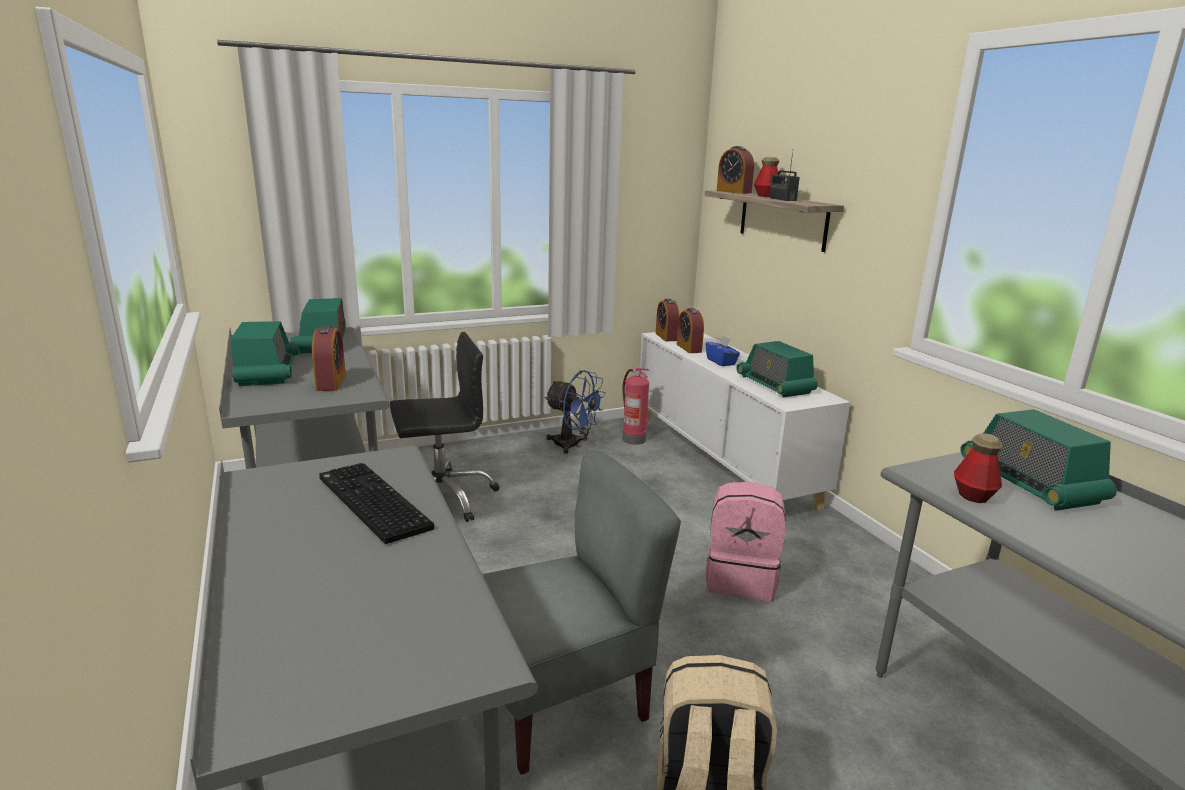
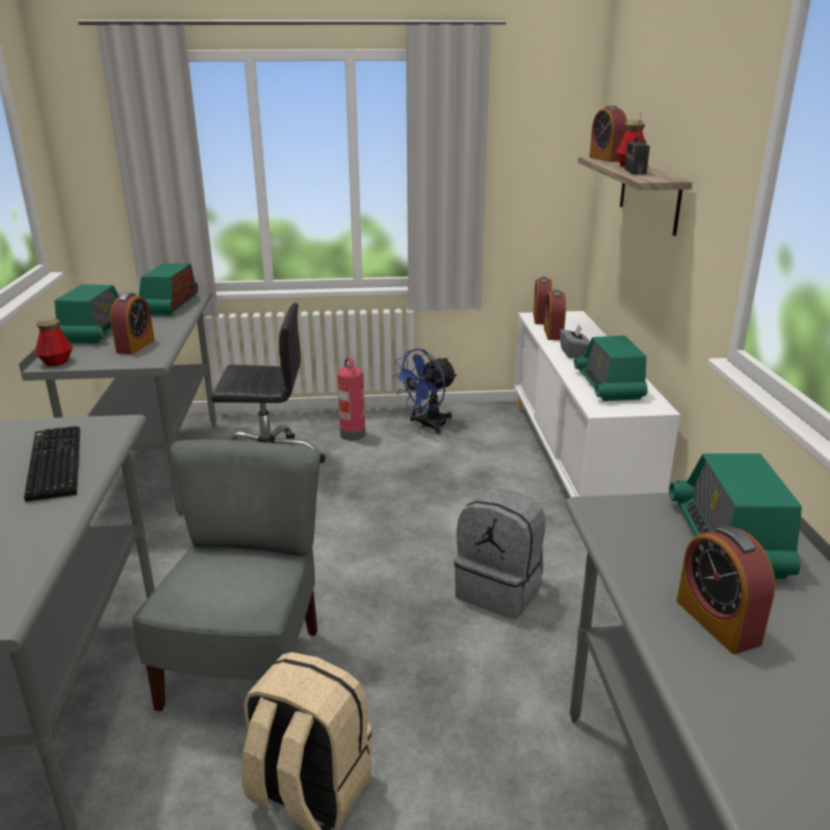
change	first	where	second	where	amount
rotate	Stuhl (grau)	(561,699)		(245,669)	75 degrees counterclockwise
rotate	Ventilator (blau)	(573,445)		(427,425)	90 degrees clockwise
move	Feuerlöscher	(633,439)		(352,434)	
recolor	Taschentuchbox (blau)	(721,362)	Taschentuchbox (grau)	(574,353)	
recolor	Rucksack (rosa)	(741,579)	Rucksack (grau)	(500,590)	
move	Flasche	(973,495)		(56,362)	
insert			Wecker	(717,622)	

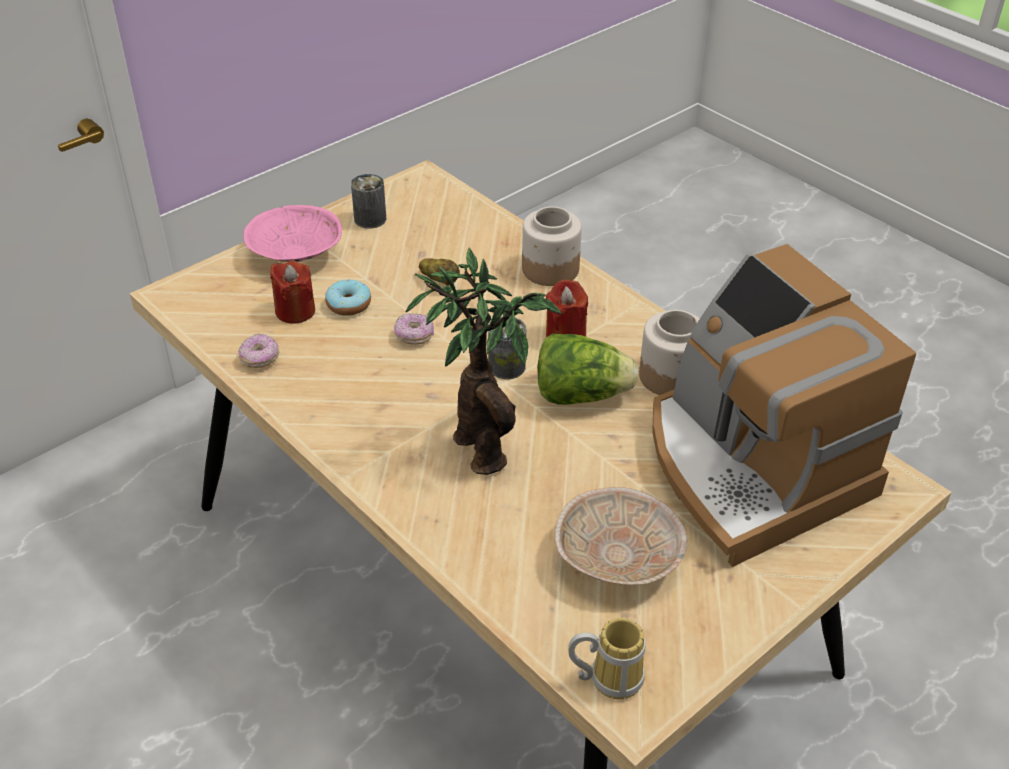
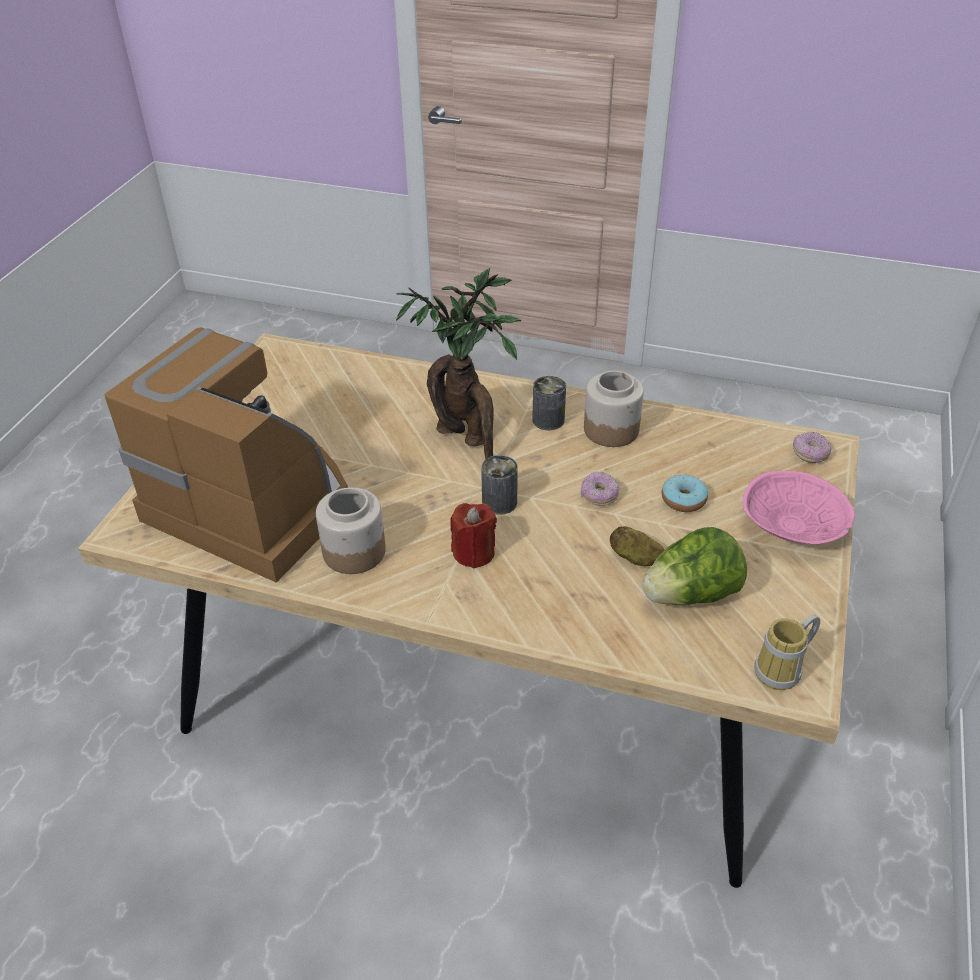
change	first	where	second	where	amount
move	Donut	(260,359)		(810,454)	
delete	Kerze (rot)	(295,311)			
move	Dose	(370,219)		(548,420)	
move	Vorratsglas	(549,269)		(611,429)	
move	Salatkopf	(581,395)		(691,595)	
delete	Schüssel (beige)	(619,558)			
move	Henkelbecher	(608,676)		(783,672)	

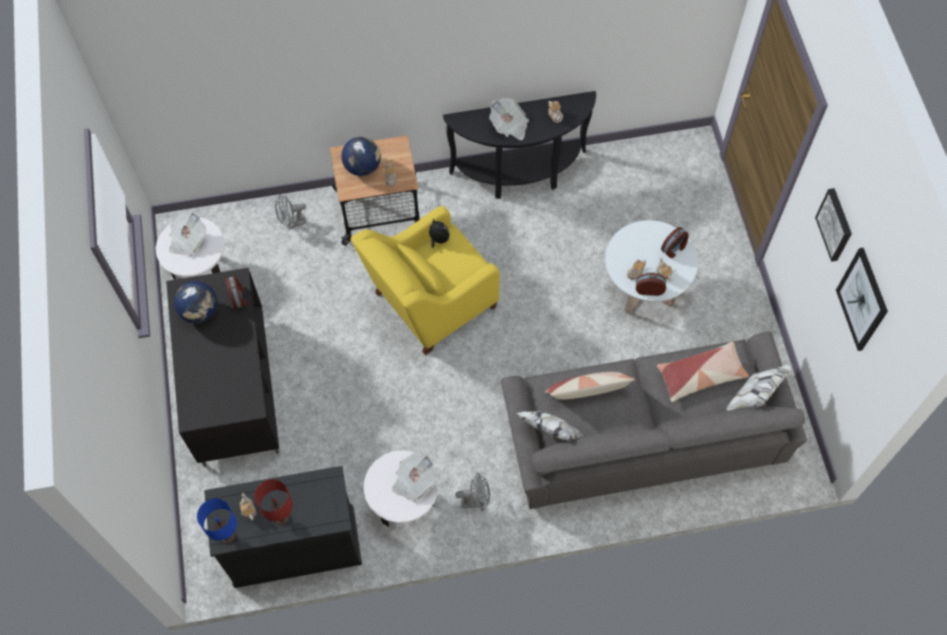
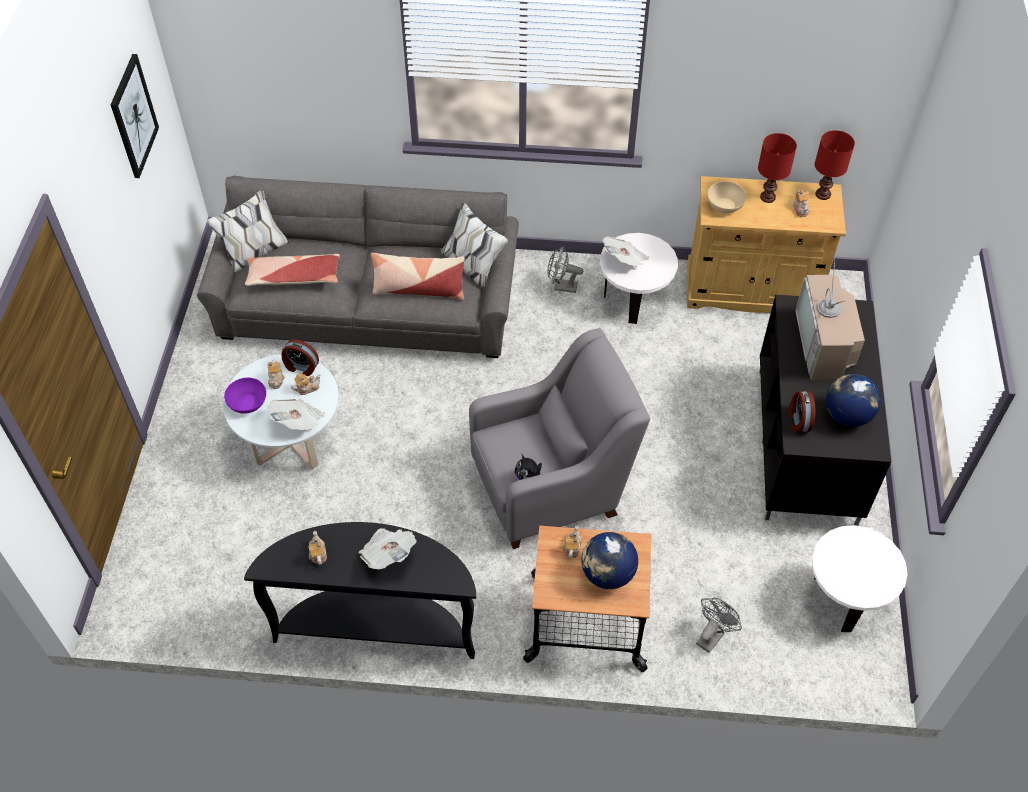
change	first	where	second	where	amount
move	Zeitung	(188,240)		(298,422)	
recolor	Tischlampe (blau)	(228,536)	Tischlampe (rot)	(822,194)	
recolor	Schrank (schwarz)	(294,546)	Schrank (beige)	(751,289)	
rotate	Ventilator (grau)	(292,223)		(712,635)	45 degrees counterclockwise
recolor	Sessel (gelb)	(430,303)	Sessel (grau)	(552,486)	
replace	Wecker	(674,248)	Schüssel (lila)	(247,403)	
delete	Bild	(836,224)			
insert			Schüssel (beige)	(725,205)	
insert			Fernseher	(824,345)	

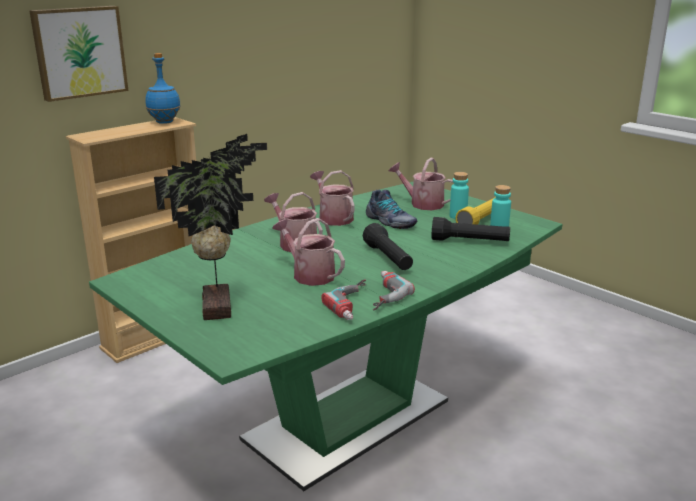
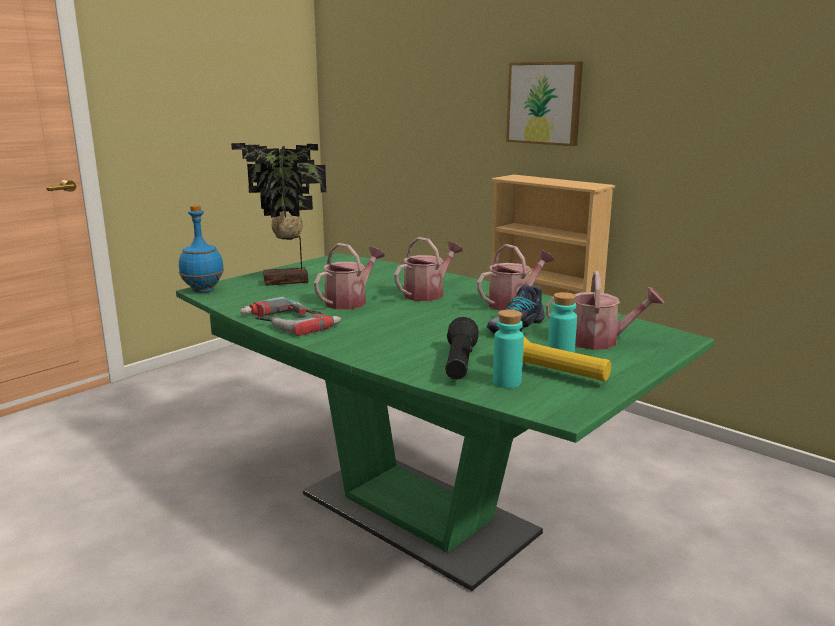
change	first	where	second	where	amount
move	Flasche (blau)	(164,122)		(202,290)	
delete	Taschenlampe (schwarz)	(388,259)			
rotate	Gießkanne	(422,204)		(600,341)	75 degrees clockwise

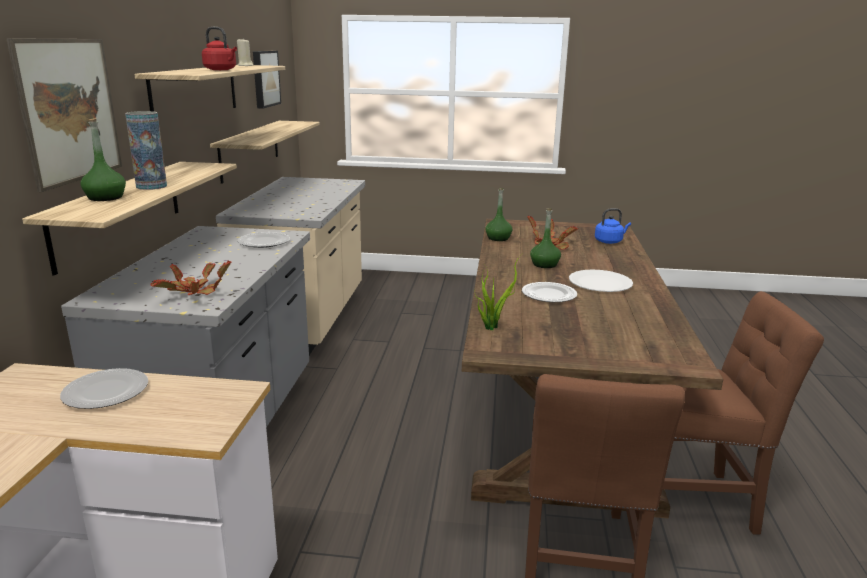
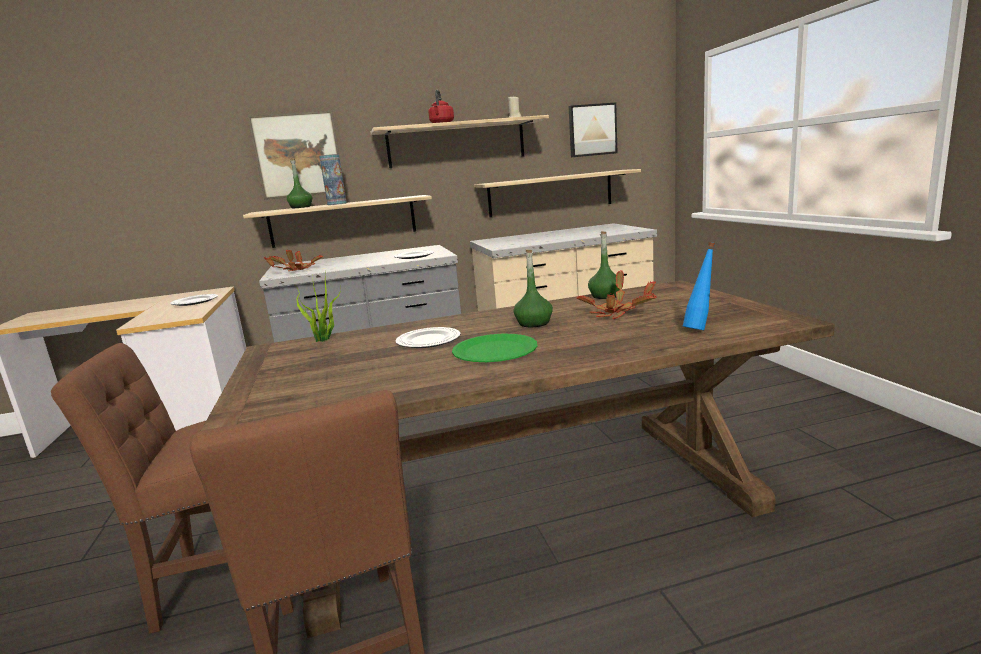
change	first	where	second	where	amount
recolor	Teller (weiß)	(600,283)	Teller (grün)	(495,351)	
replace	Wasserkessel (blau)	(609,241)	Flasche (blau)	(700,328)	

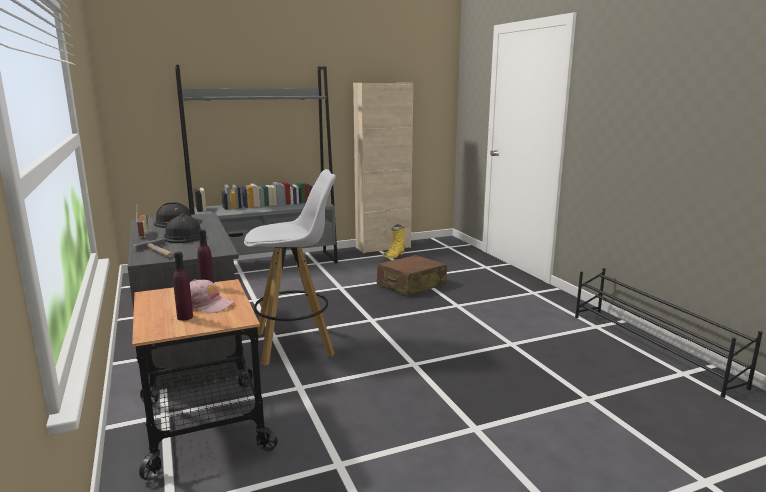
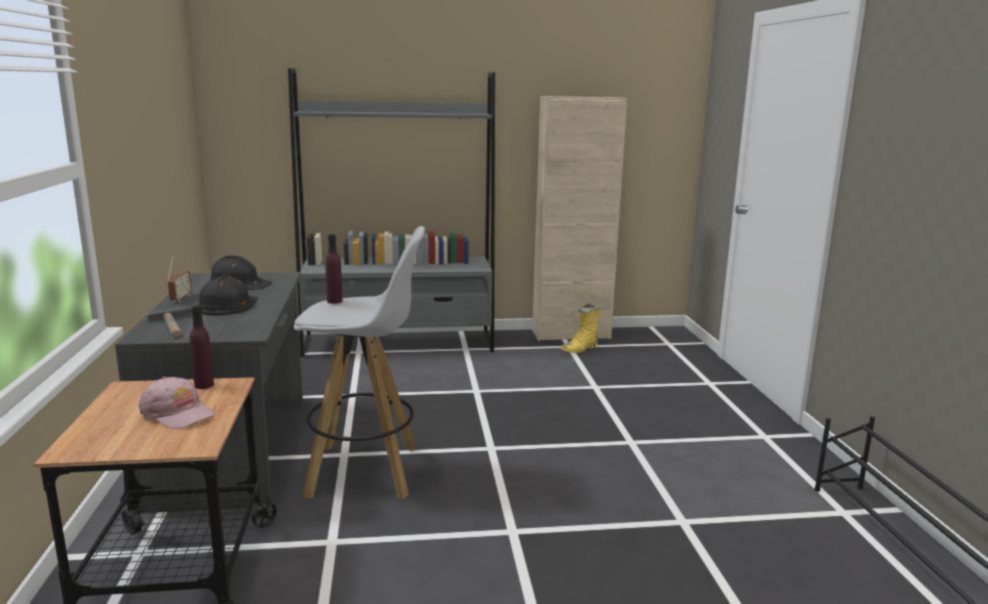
change	first	where	second	where	amount
move	Flasche (lila)	(185,317)		(334,301)	
delete	Koffer (braun)	(411,285)			

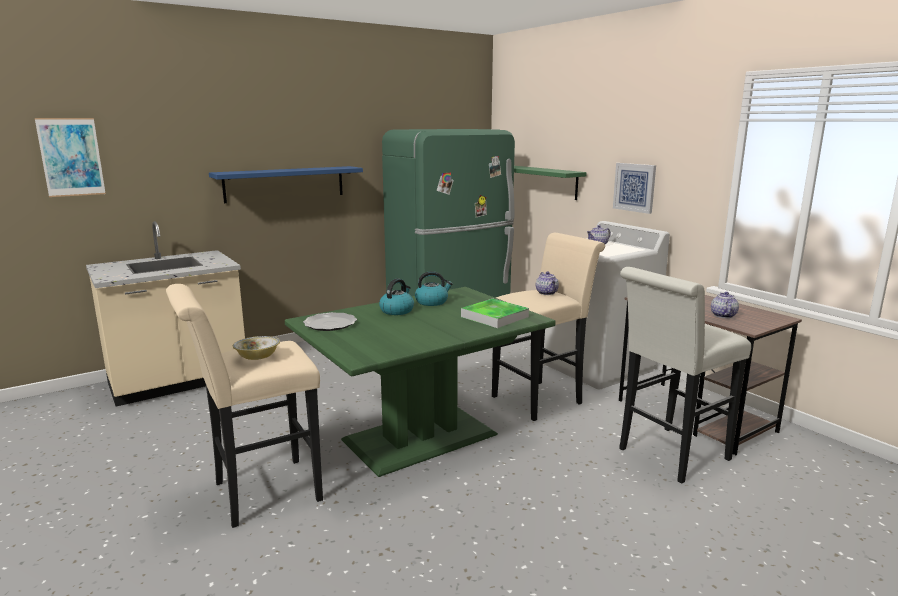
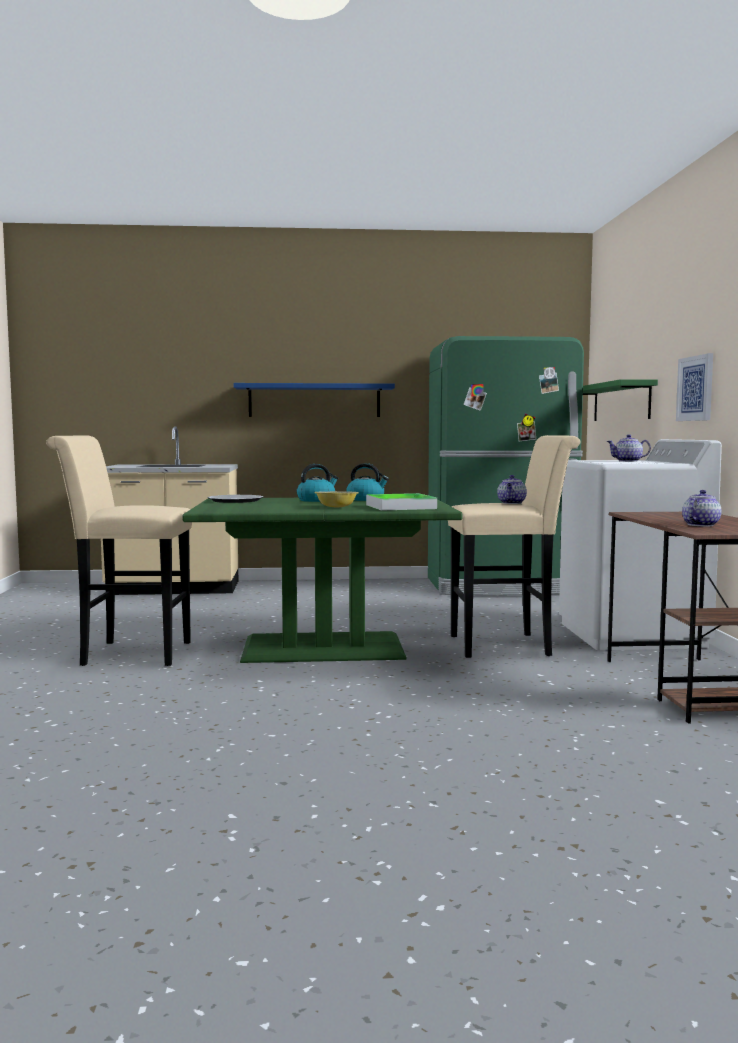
change	first	where	second	where	amount
delete	Bild	(71,157)			
move	Schüssel	(257,357)		(336,507)	
delete	Hocker (weiß)	(668,456)			

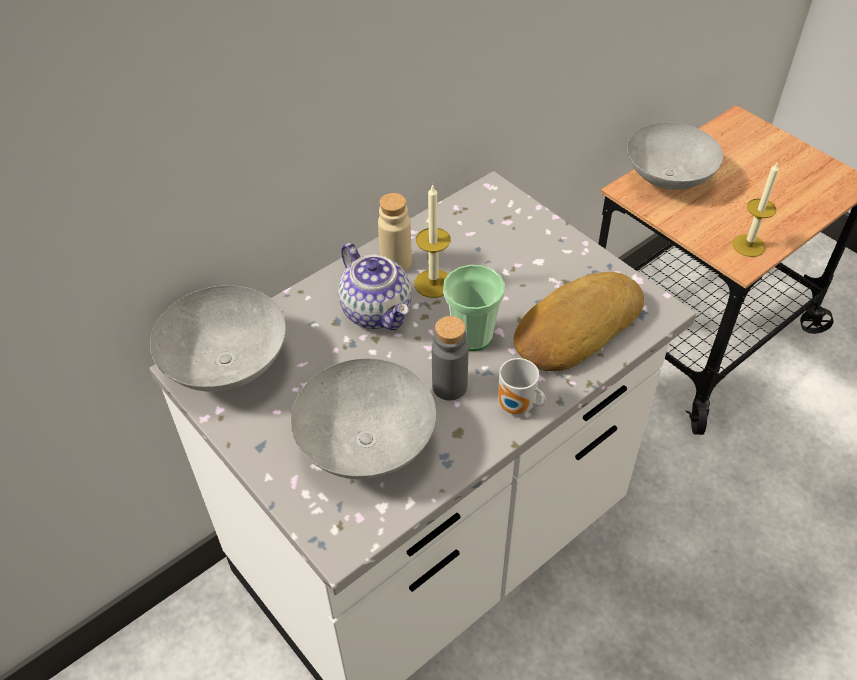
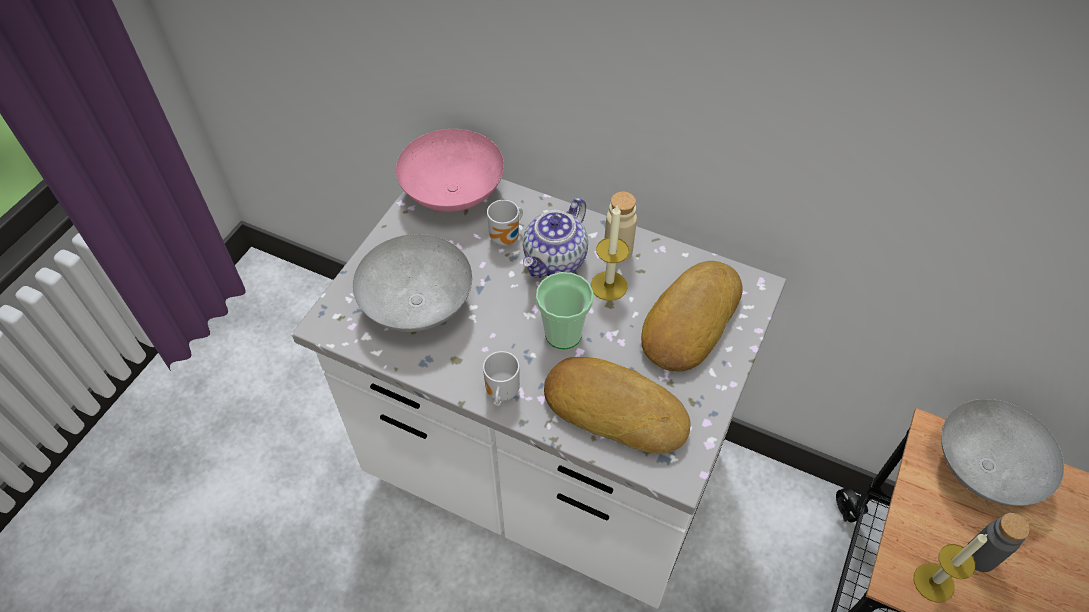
change	first	where	second	where	amount
recolor	Schüssel (grau)	(228,364)	Schüssel (rosa)	(455,194)	
move	Flasche (grau)	(449,386)		(979,556)	
insert			Henkelbecher	(507,238)	
insert			Brot	(688,320)	

